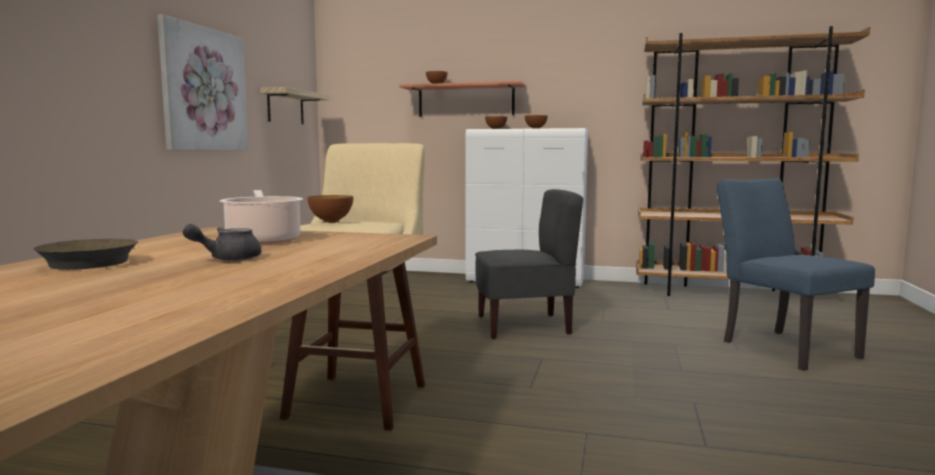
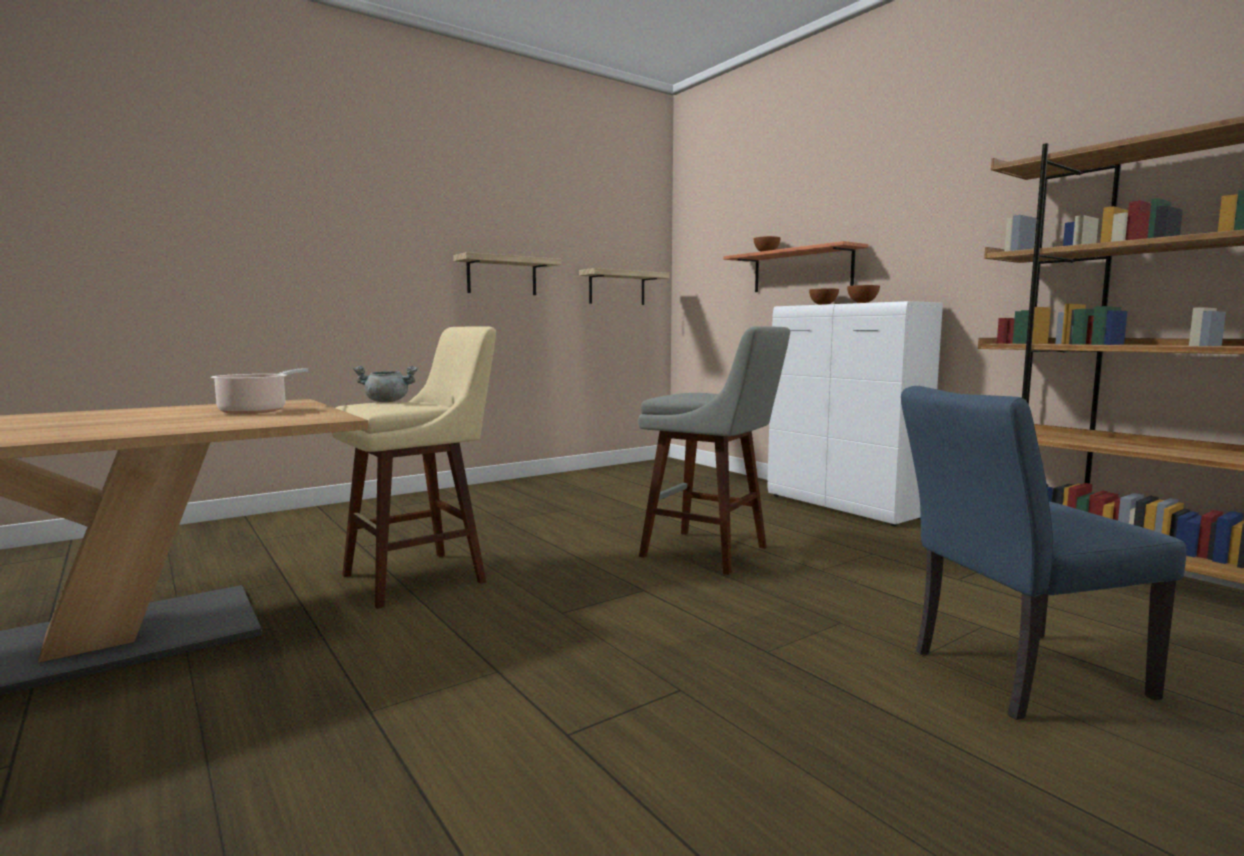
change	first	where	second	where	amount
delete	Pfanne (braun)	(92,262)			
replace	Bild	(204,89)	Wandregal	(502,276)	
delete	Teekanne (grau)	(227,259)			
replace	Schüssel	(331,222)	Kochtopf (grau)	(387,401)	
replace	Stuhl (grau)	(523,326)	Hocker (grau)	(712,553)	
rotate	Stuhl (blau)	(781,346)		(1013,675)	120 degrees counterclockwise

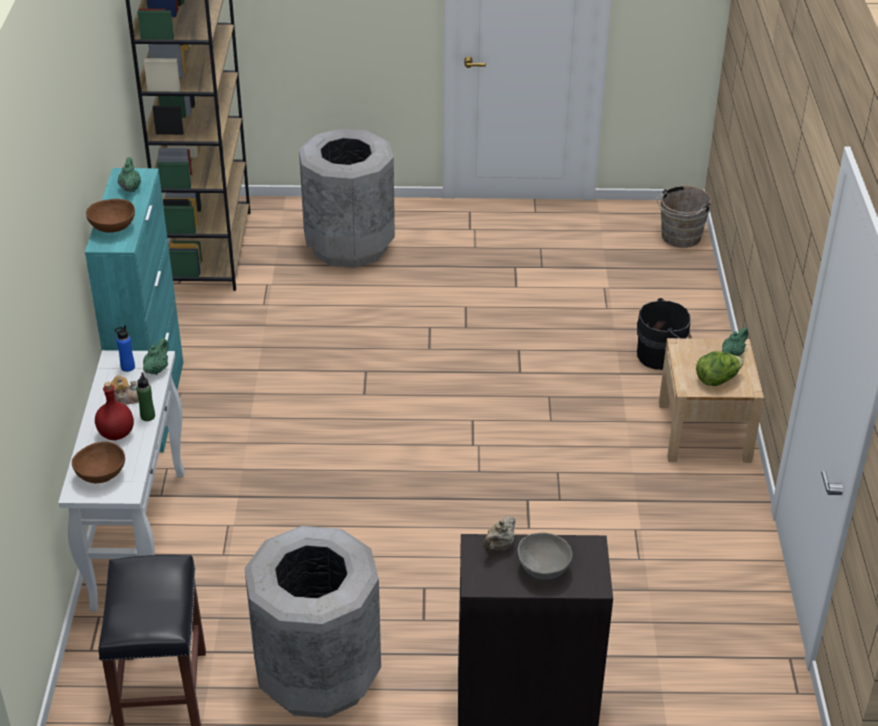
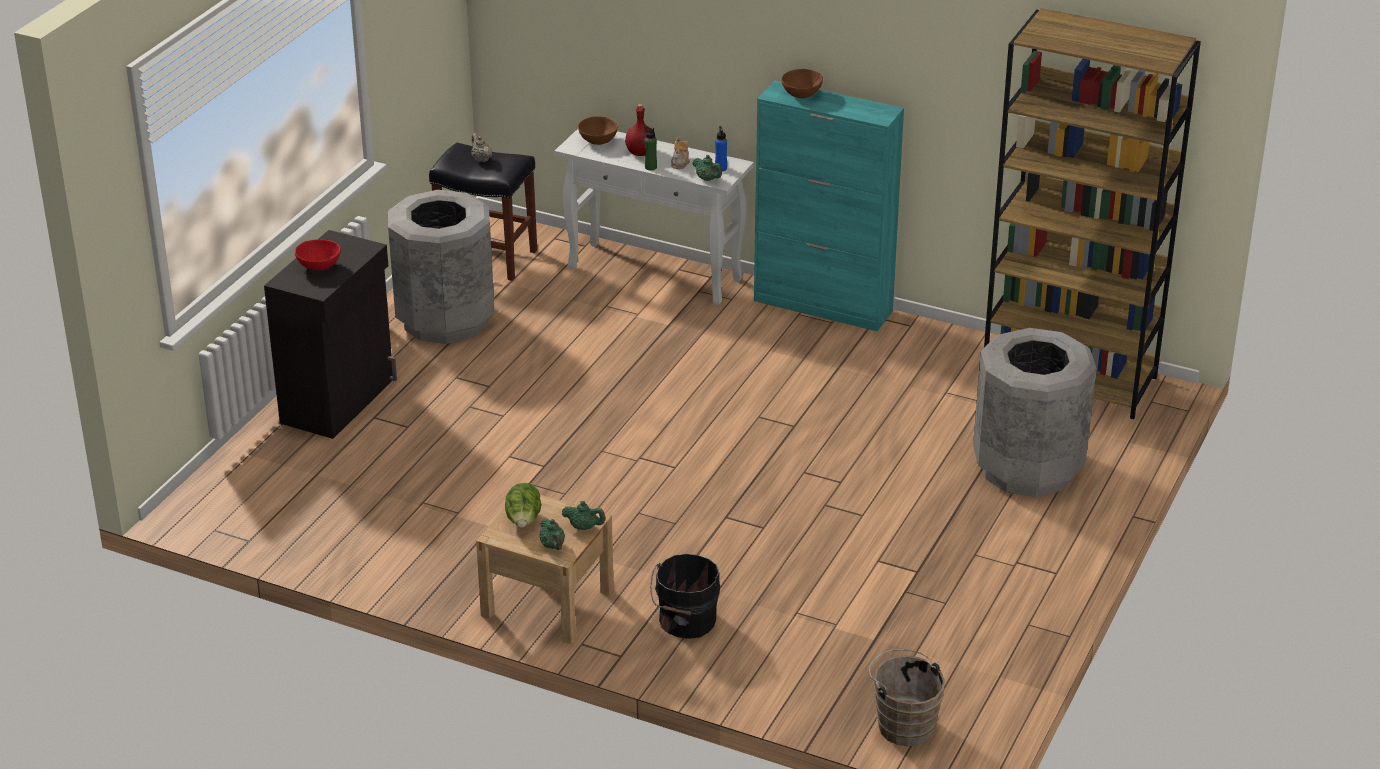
change	first	where	second	where	amount
move	Teekanne (grün)	(130,188)		(584,527)	
move	Teekanne (beige)	(499,546)		(481,159)	
recolor	Schüssel (grau)	(543,569)	Schüssel (rot)	(318,266)	

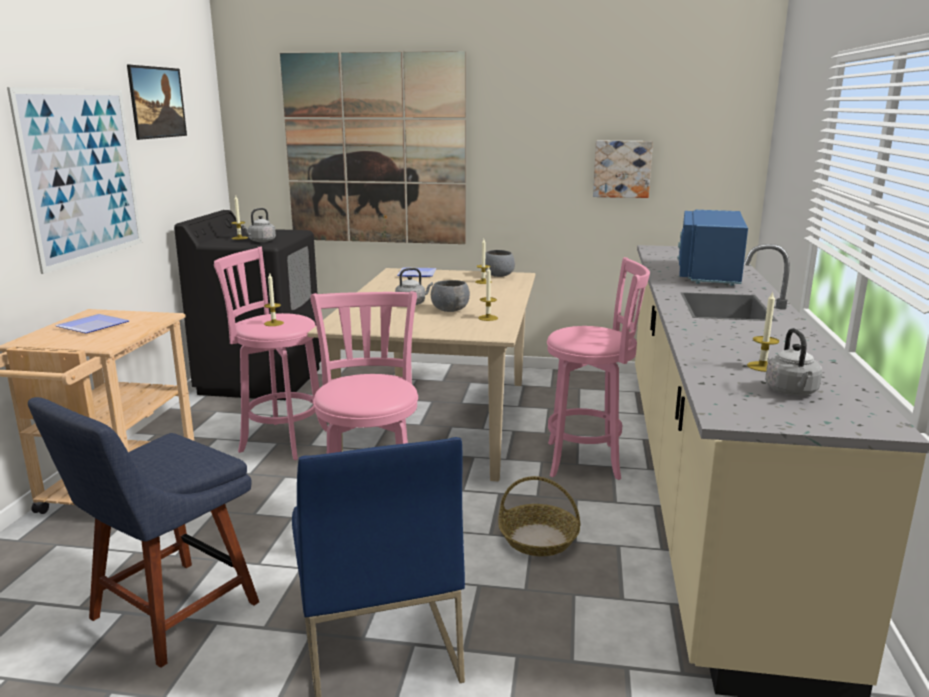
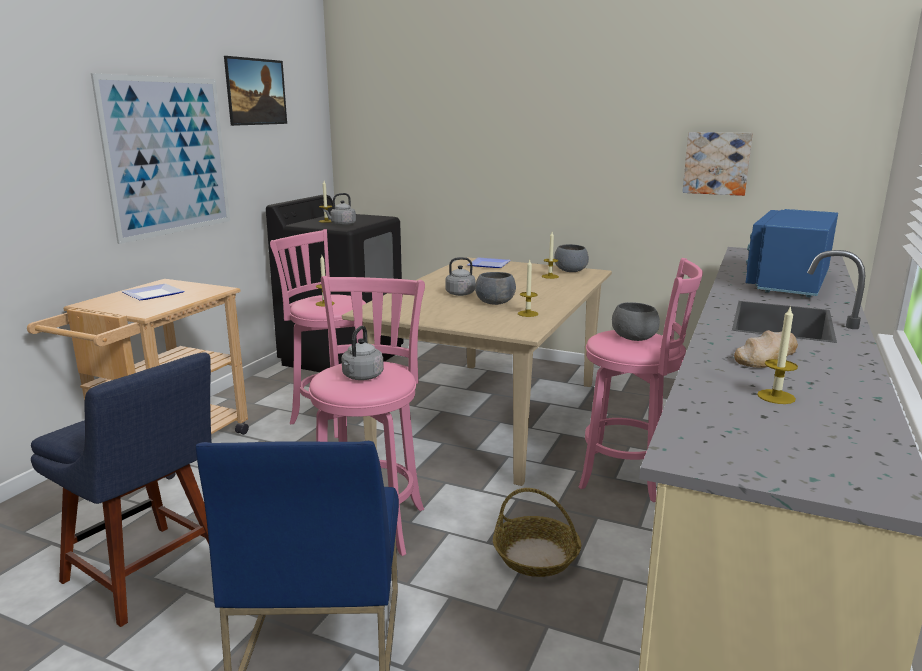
change	first	where	second	where	amount
rotate	Stuhl (blau)	(167,614)		(149,575)	105 degrees counterclockwise
delete	Bild	(375,150)			
move	Wasserkessel (grau)	(792,392)		(362,377)	
insert			Schüssel (grau)	(634,338)	
insert			Brot	(766,354)	

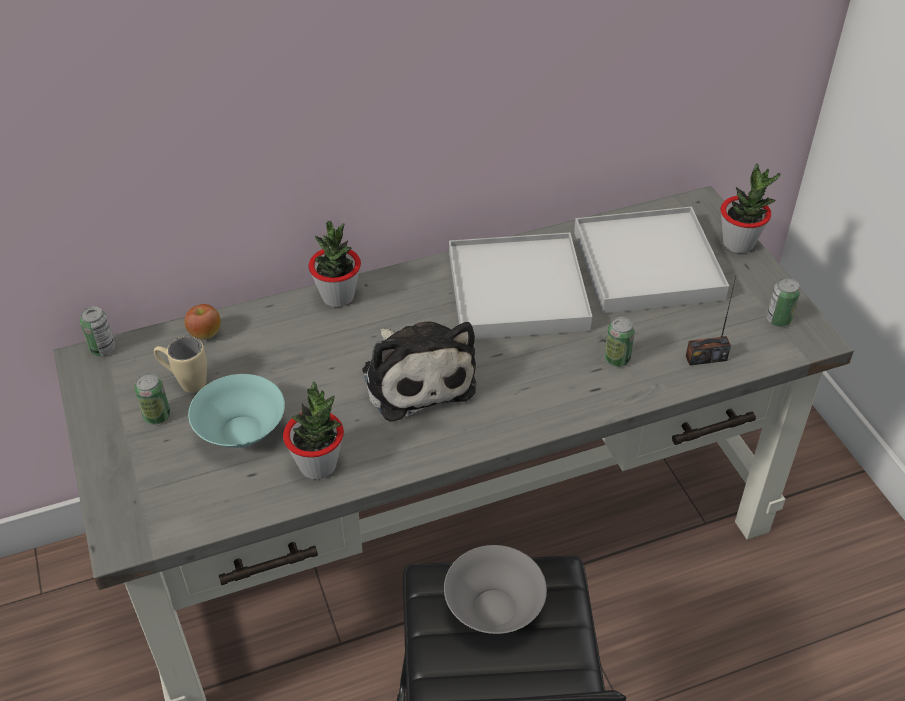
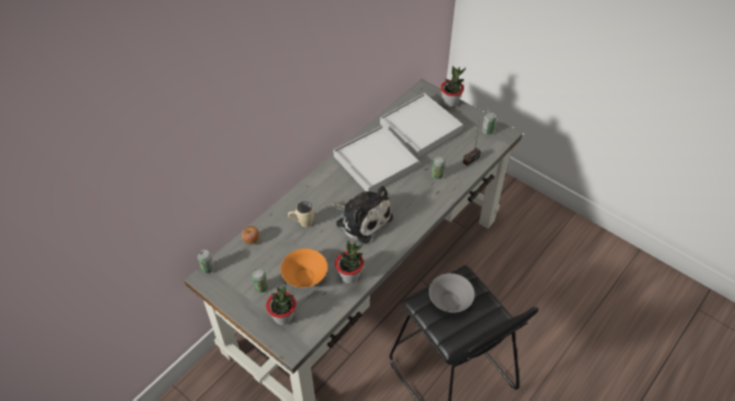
change	first	where	second	where	amount
move	Henkelbecher (beige)	(185,382)		(302,223)	
recolor	Schüssel (türkis)	(240,432)	Schüssel (orange)	(305,277)	
move	Topfpflanze	(338,297)		(283,317)	

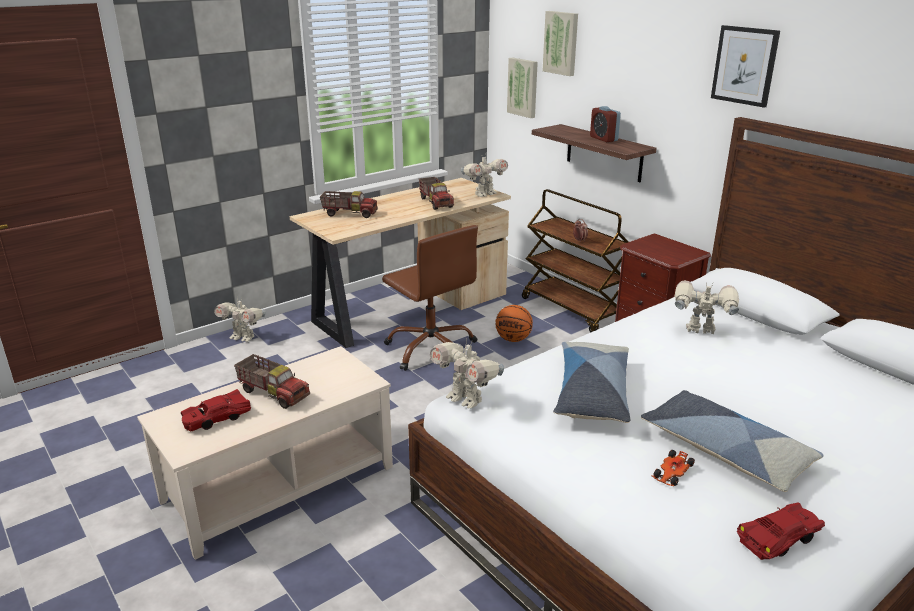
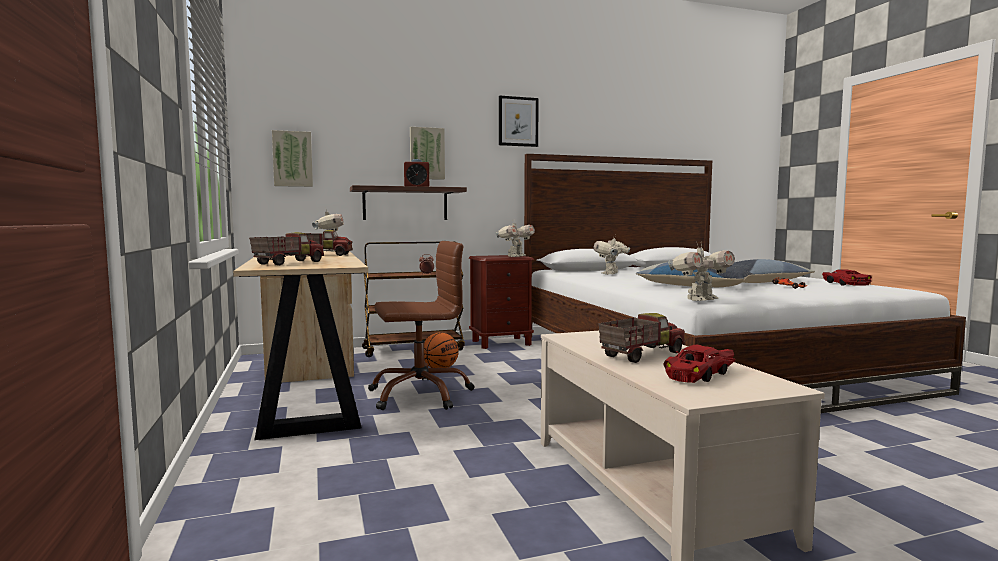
change	first	where	second	where	amount
rotate	Spielzeugauto (rot)	(216,418)		(697,374)	60 degrees clockwise
move	Spielzeugroboter	(243,337)		(515,256)	
move	Bild	(561,43)		(427,153)	

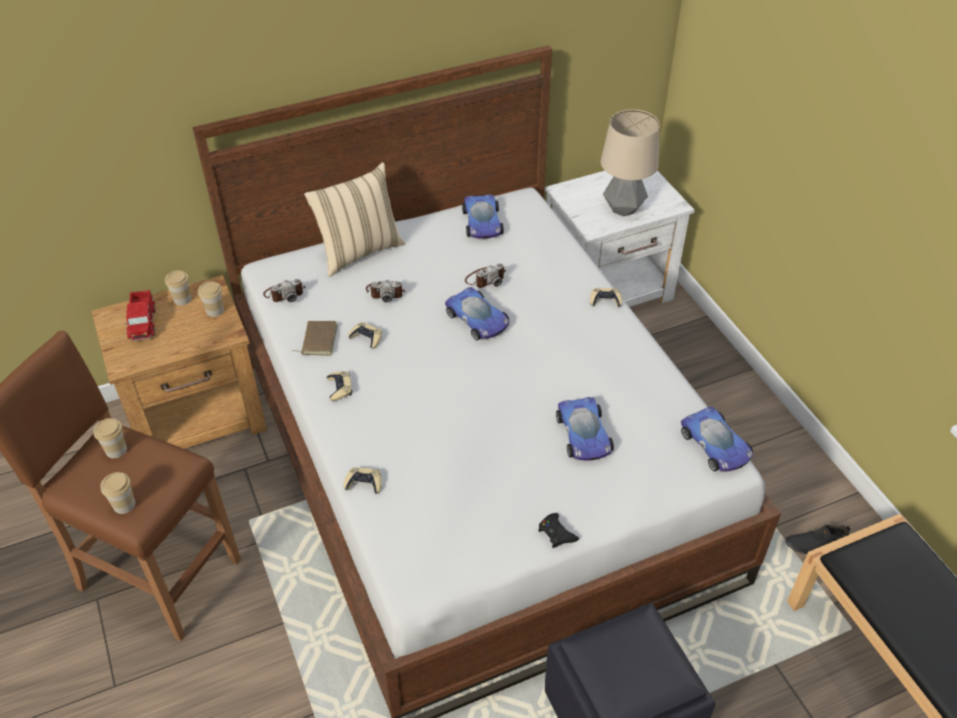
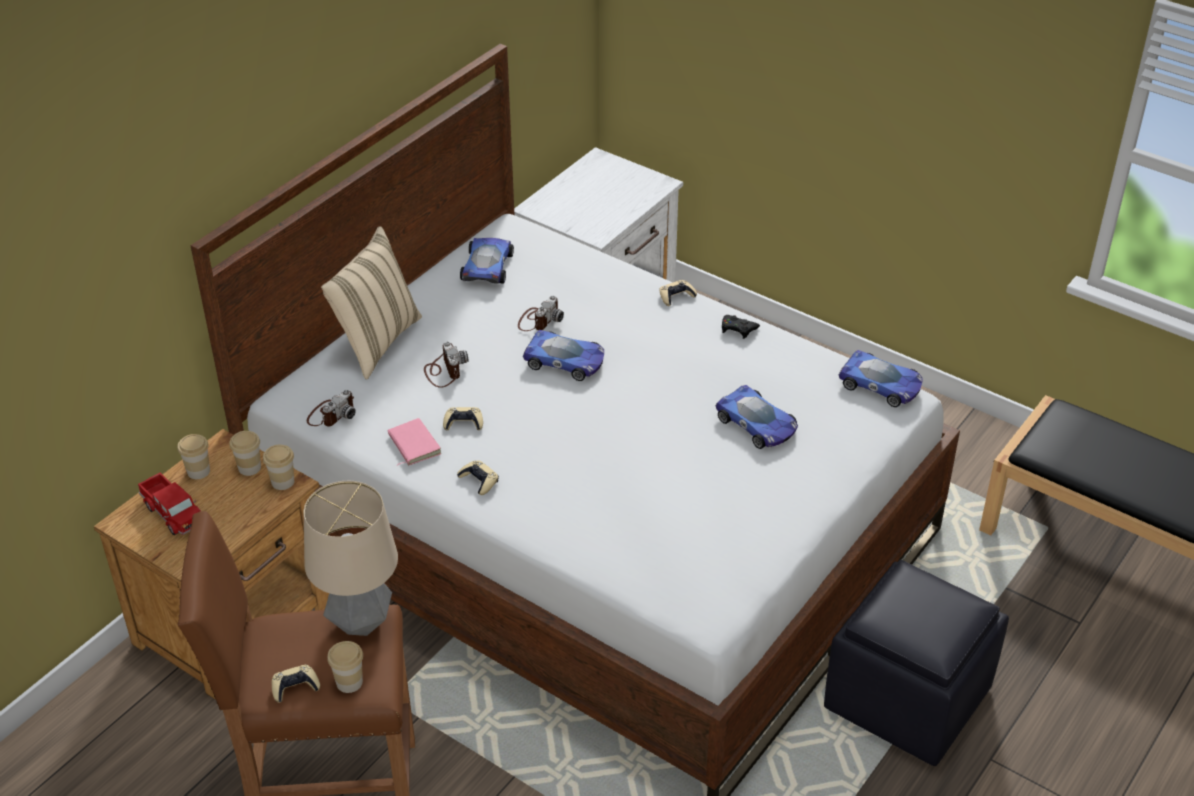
change	first	where	second	where	amount
move	Tasse	(116,450)		(283,482)	
recolor	Buch (braun)	(318,340)	Buch (rosa)	(412,445)	
move	Gamepad (beige)	(364,483)		(295,687)	
rotate	Kamera	(386,292)		(444,371)	75 degrees counterclockwise
rotate	Spielzeugauto	(482,223)		(487,266)	135 degrees counterclockwise
move	Gamepad (schwarz)	(556,533)		(738,329)	
move	Tischlampe	(623,209)		(360,622)	
delete	Schuh (schwarz)	(815,543)			

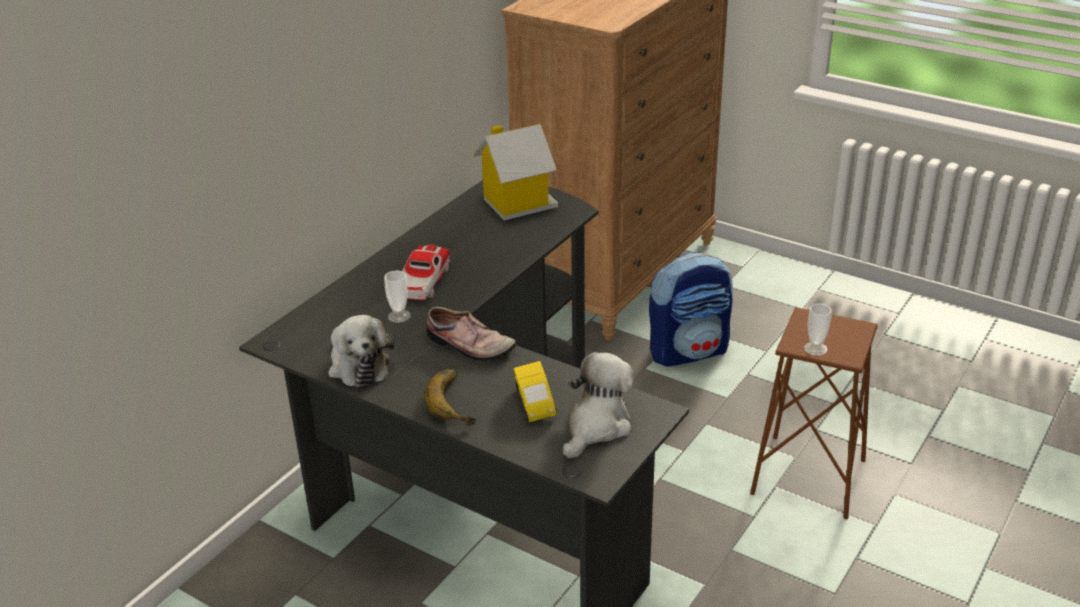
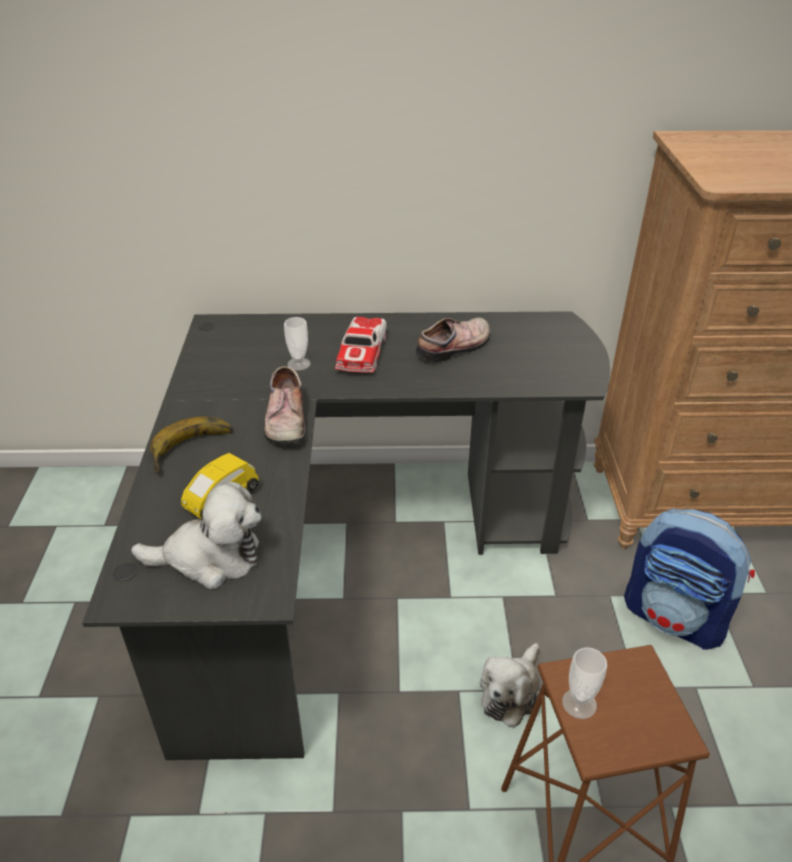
change	first	where	second	where	amount
move	Plüschtier	(358,364)		(511,692)	
rotate	Spielzeugauto	(422,282)		(362,353)	120 degrees clockwise
delete	Spielzeughaus	(517,203)			
insert			Schuh	(456,347)	

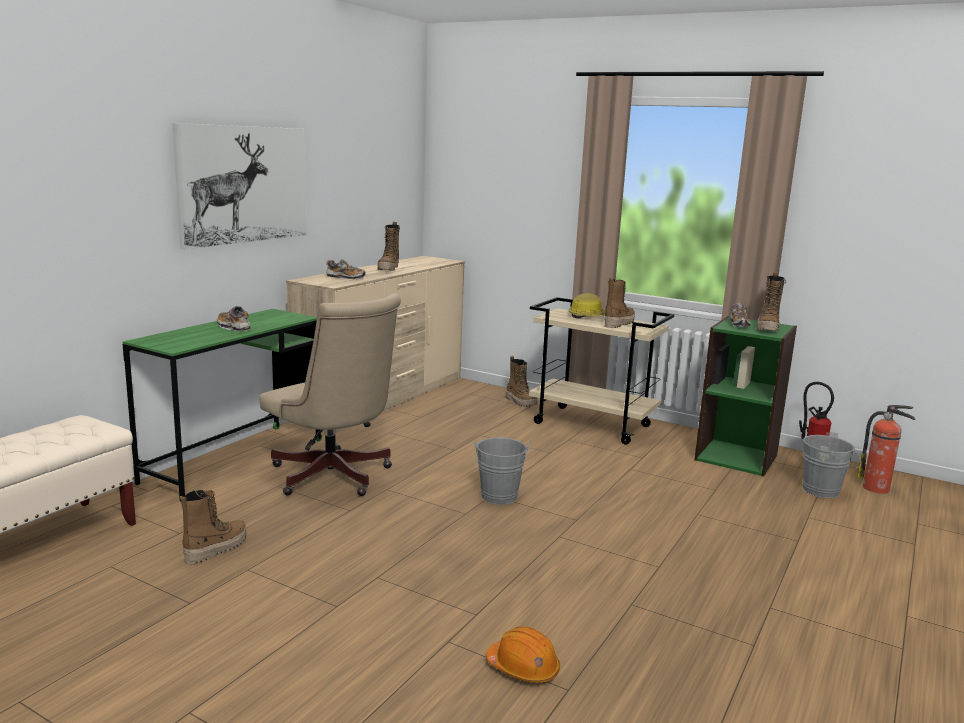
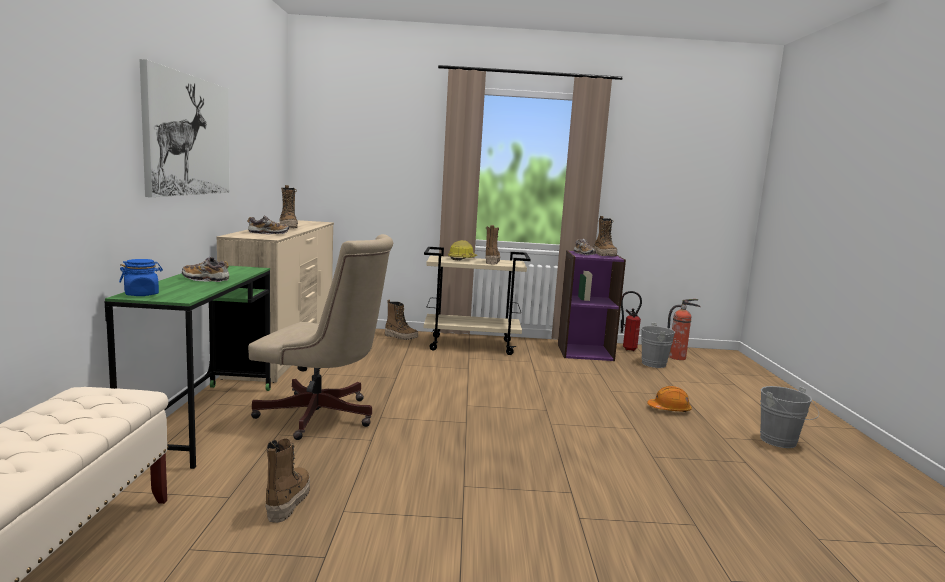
change	first	where	second	where	amount
move	Eimer (grau)	(498,498)		(781,442)	
move	Schutzhelm (orange)	(523,668)		(669,409)	
recolor	Bücherregal (grün)	(736,457)	Bücherregal (lila)	(585,352)	
insert			Vorratsglas (blau)	(142,294)	

